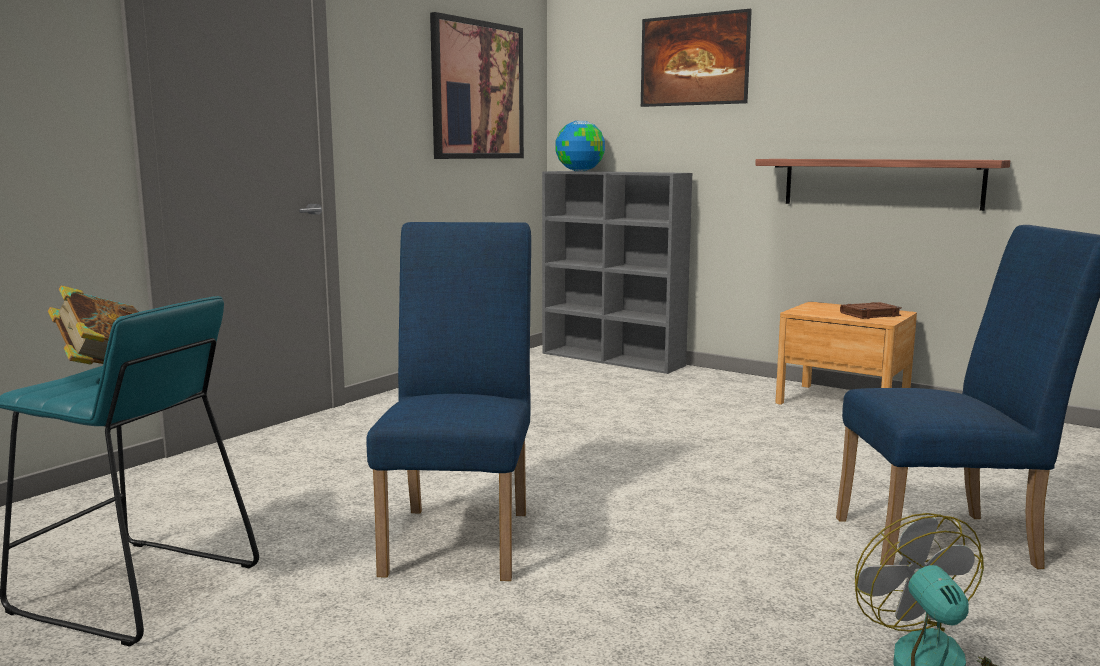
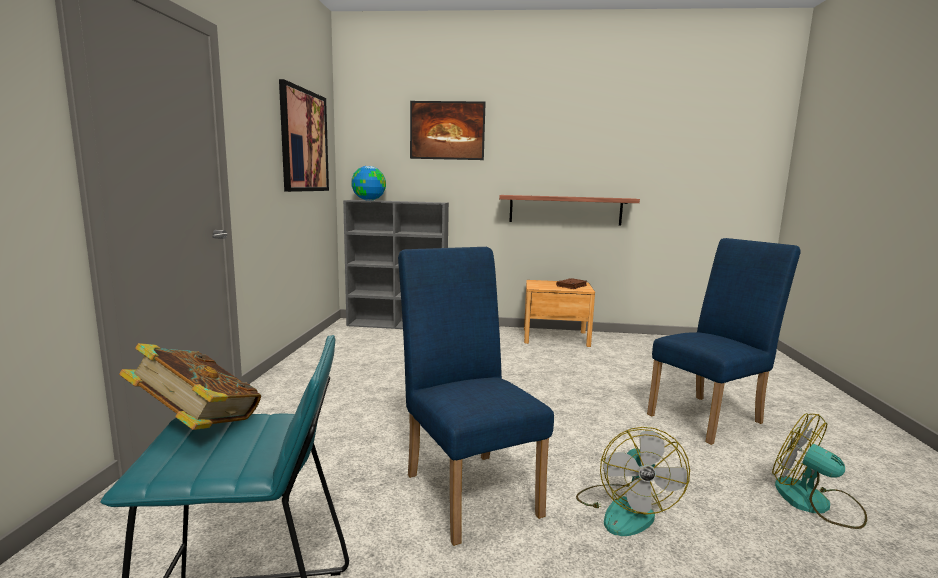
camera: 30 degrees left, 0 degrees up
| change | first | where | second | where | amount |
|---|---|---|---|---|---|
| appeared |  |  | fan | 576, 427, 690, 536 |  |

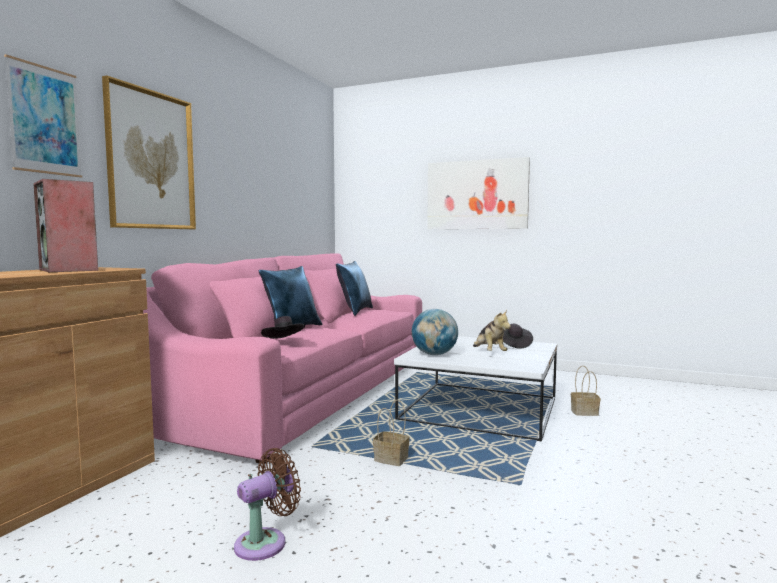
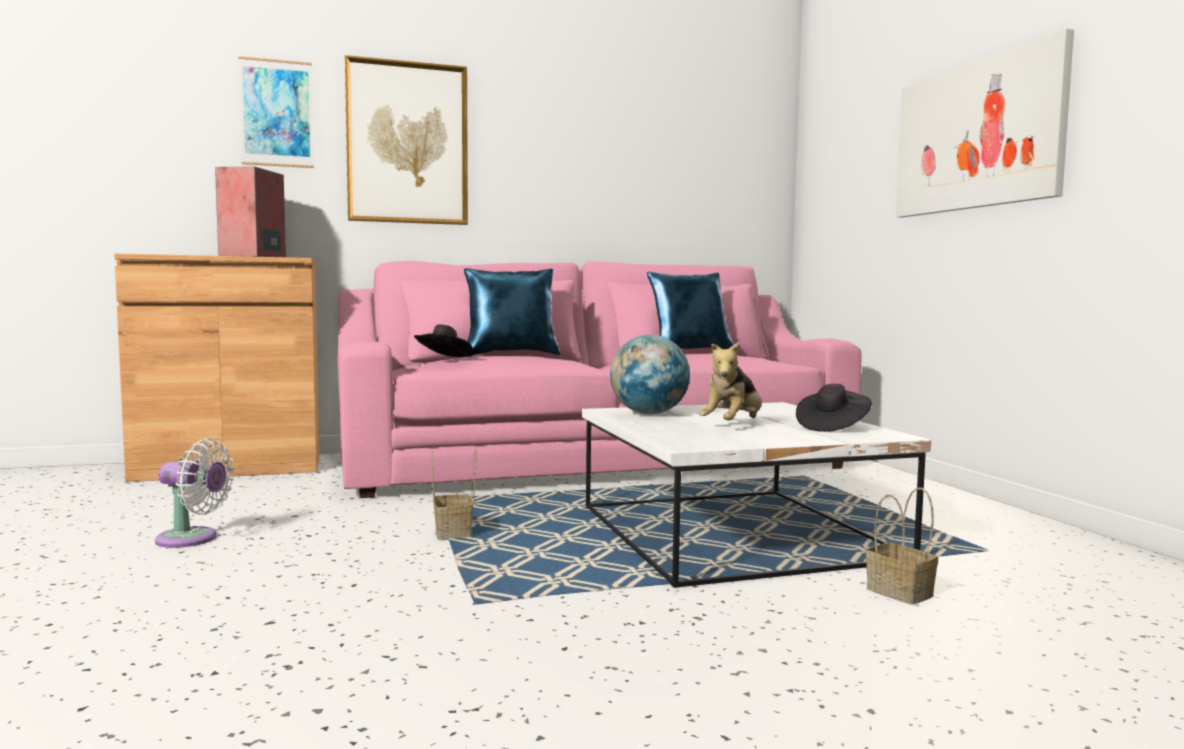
camera: 50 degrees right, 0 degrees up
| change | first | where | second | where | amount |
|---|---|---|---|---|---|
| colour | fan (brown-coloured) | 234, 448, 301, 561 | fan (white-coloured) | 155, 438, 234, 548 |  |

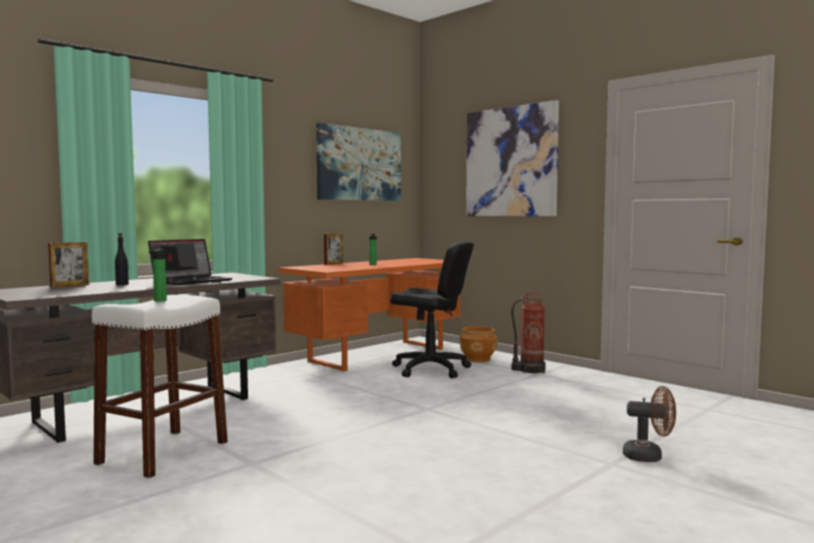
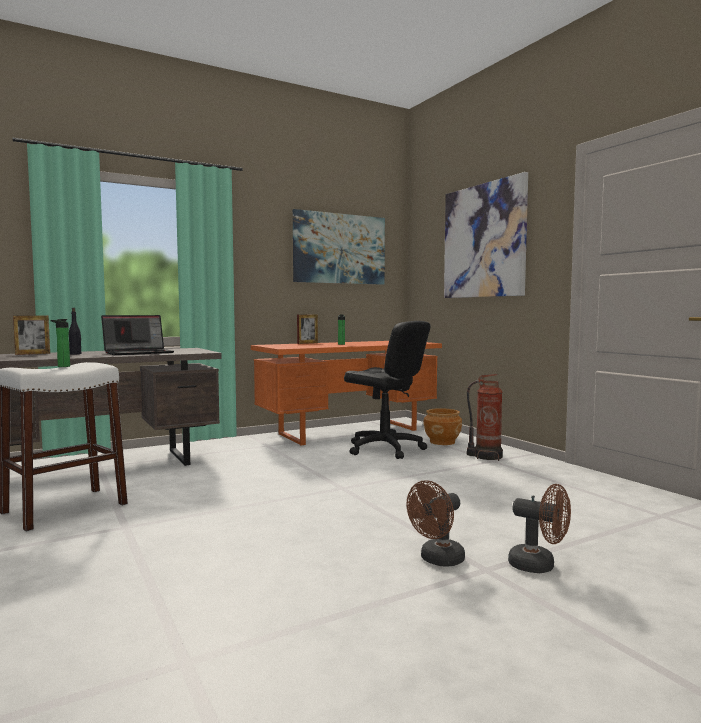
camera: 15 degrees right, 0 degrees up
| change | first | where | second | where | amount |
|---|---|---|---|---|---|
| appeared |  |  | fan (brown-coloured) | 406, 480, 465, 567 |  |

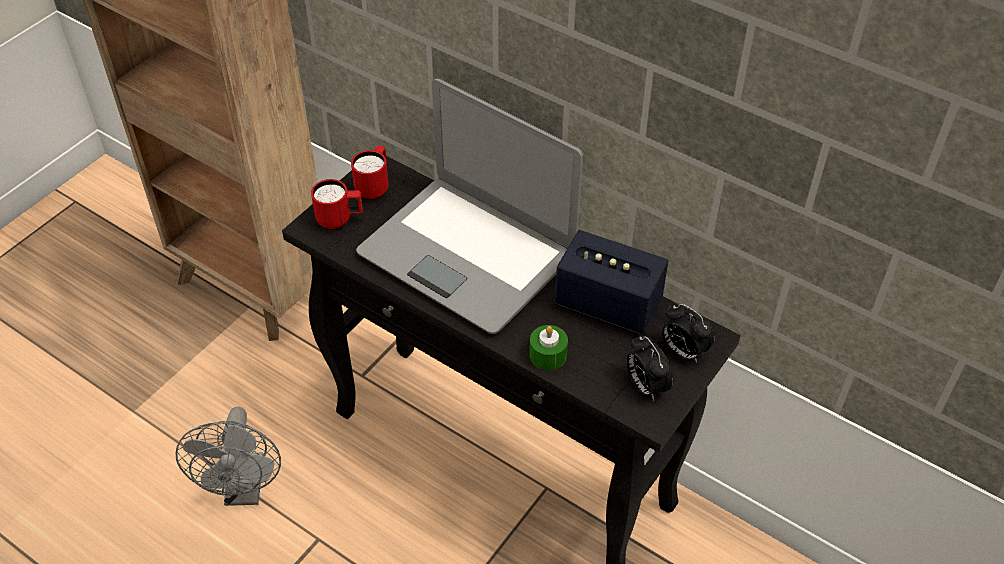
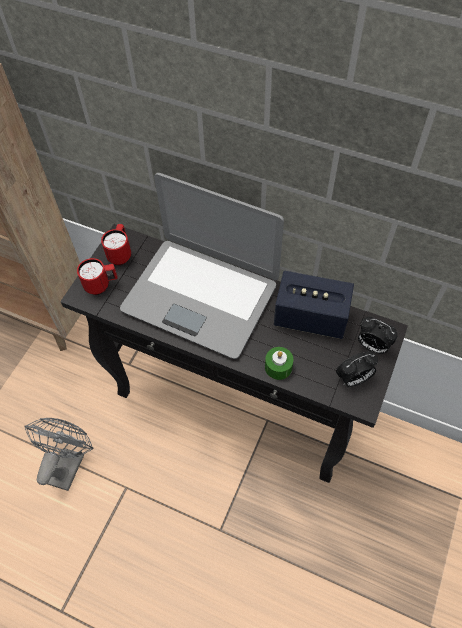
camera: 10 degrees left, 10 degrees up
| change | first | where | second | where | amount |
|---|---|---|---|---|---|
| spun | fan (gray) | 176, 406, 281, 506 |  | 24, 418, 94, 491 | 150 degrees counterclockwise |
| spun | table clock | 627, 336, 673, 401 |  | 336, 351, 378, 387 | 75 degrees counterclockwise |

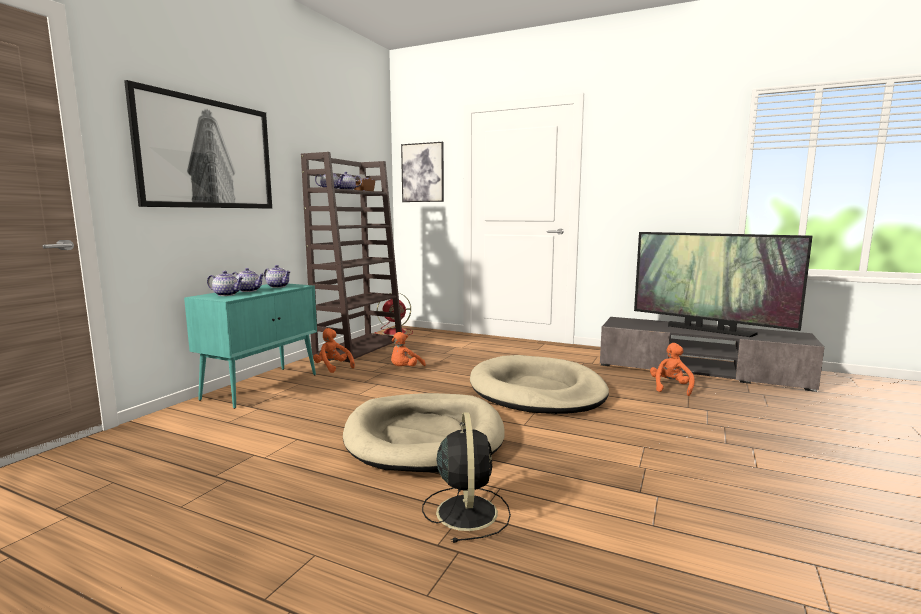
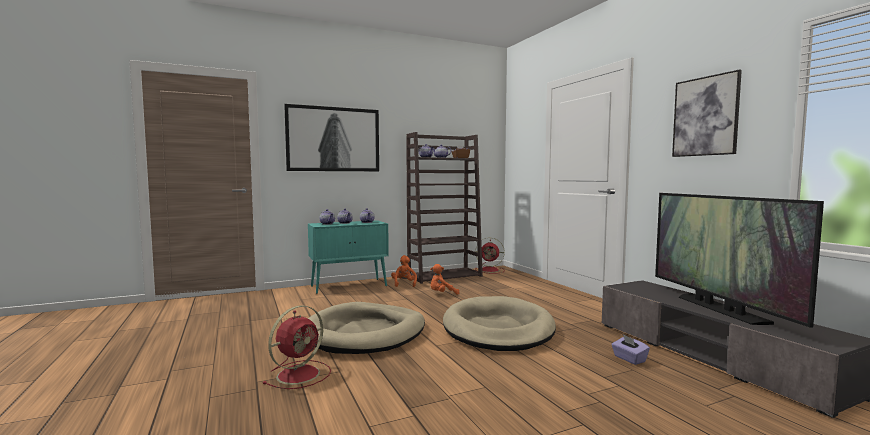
camera: 40 degrees right, 5 degrees down
| change | first | where | second | where | amount |
|---|---|---|---|---|---|
| relocated | picture | 401, 142, 444, 202 |  | 672, 69, 742, 157 |  |
| colour | fan (black-coloured) | 422, 412, 511, 543 | fan (red) | 262, 305, 331, 389 |  |
| exchanged | plush toy (orange-coloured) | 650, 343, 695, 396 | tissue holder (purplish) | 612, 335, 650, 365 |  |

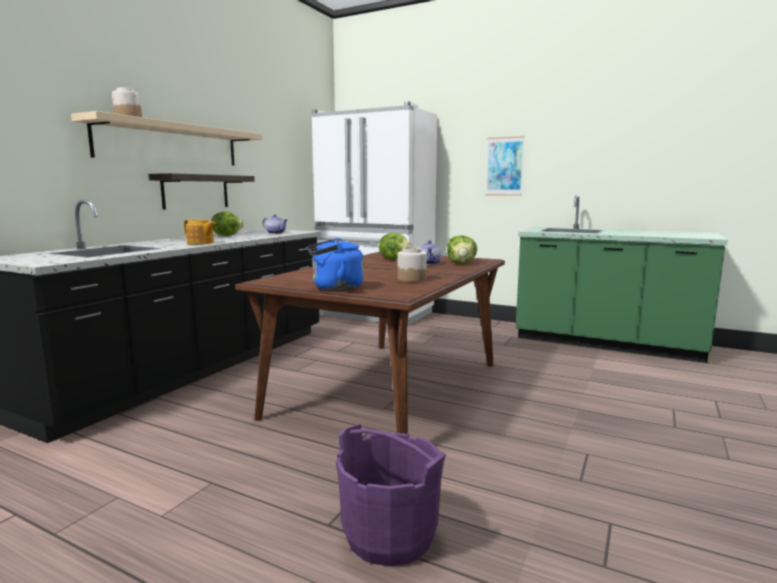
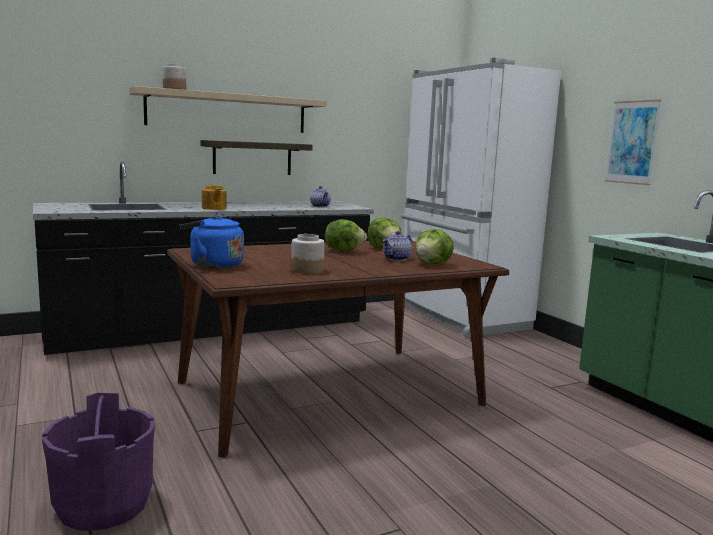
camera: 35 degrees right, 0 degrees up
| change | first | where | second | where | amount |
|---|---|---|---|---|---|
| relocated | lettuce | 211, 211, 244, 236 |  | 325, 219, 367, 252 |  |

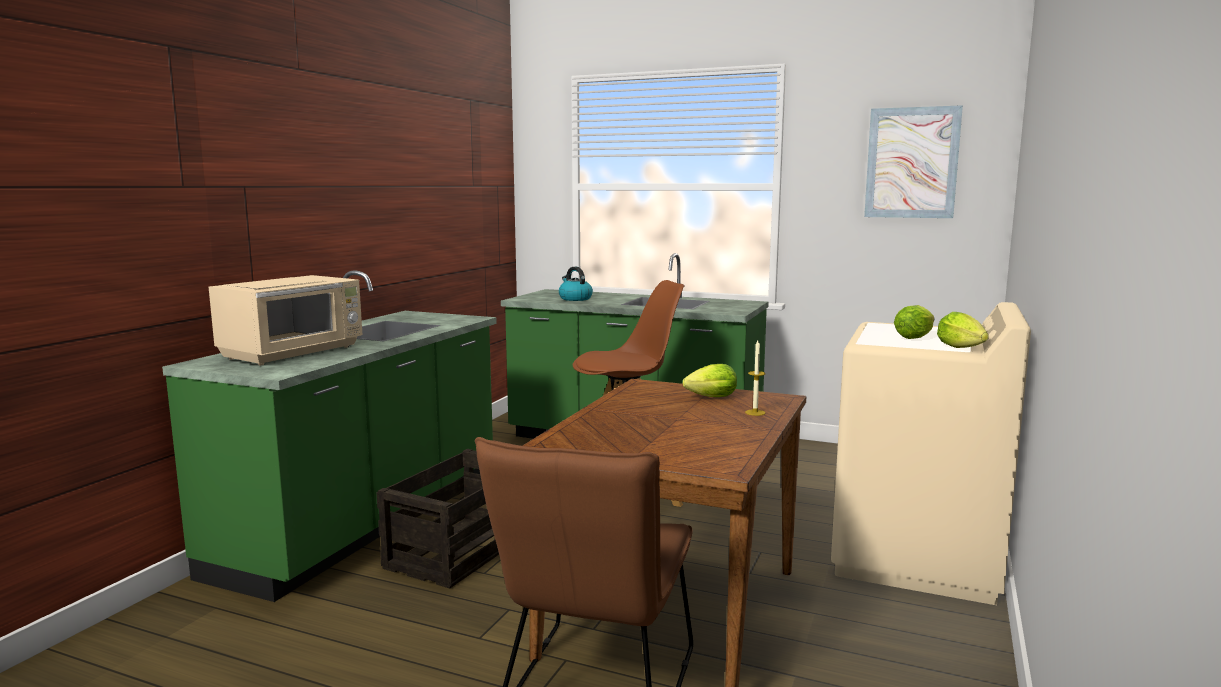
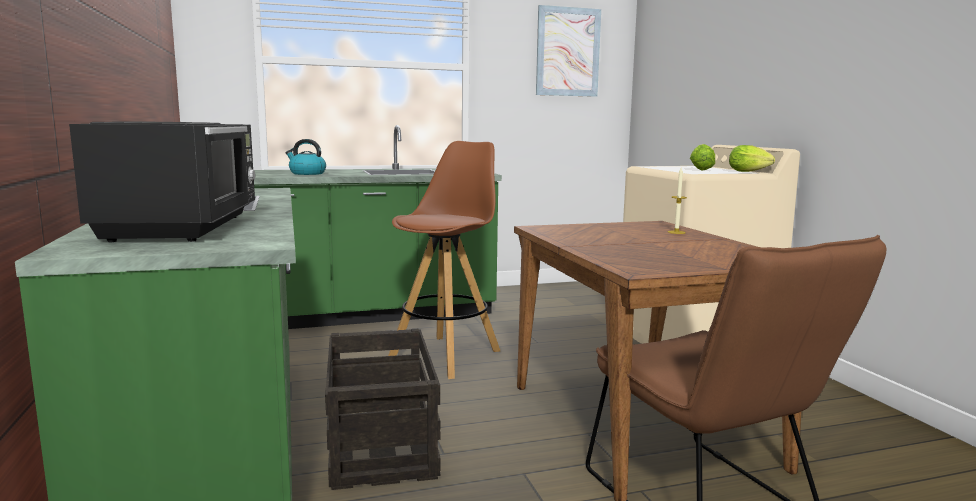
camera: 40 degrees left, 0 degrees up
| change | first | where | second | where | amount |
|---|---|---|---|---|---|
| colour | microwave (beige-coloured) | 209, 275, 363, 365 | microwave (black-coloured) | 69, 121, 255, 242 |  |
| missing | lettuce | 683, 364, 737, 397 |  |  |  |

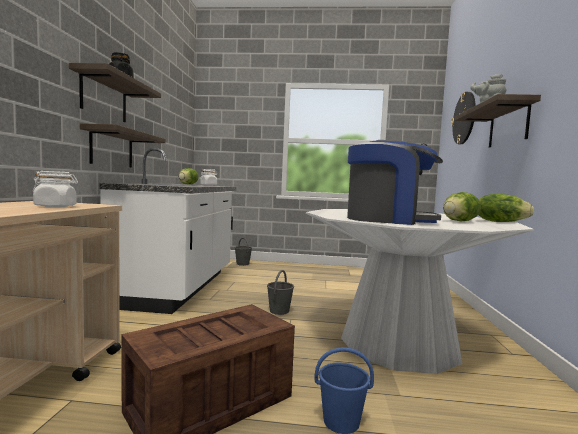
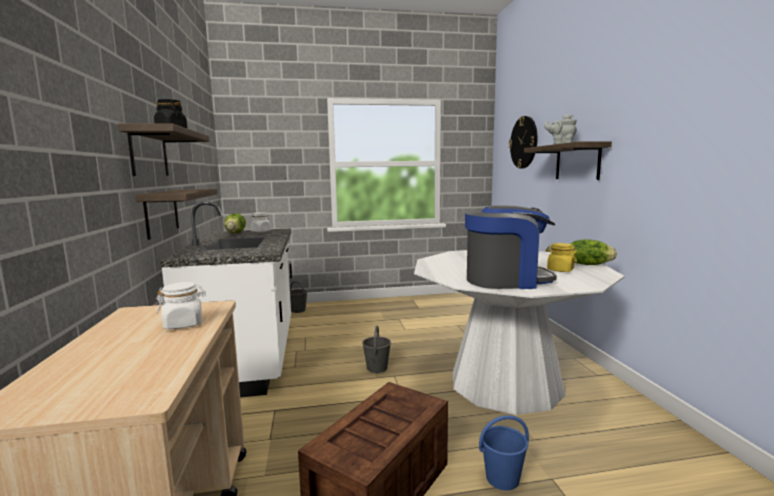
camera: 15 degrees left, 5 degrees up
| change | first | where | second | where | amount |
|---|---|---|---|---|---|
| exchanged | lettuce | 443, 192, 481, 222 | storage jar (yellowish) | 546, 243, 577, 272 |  |

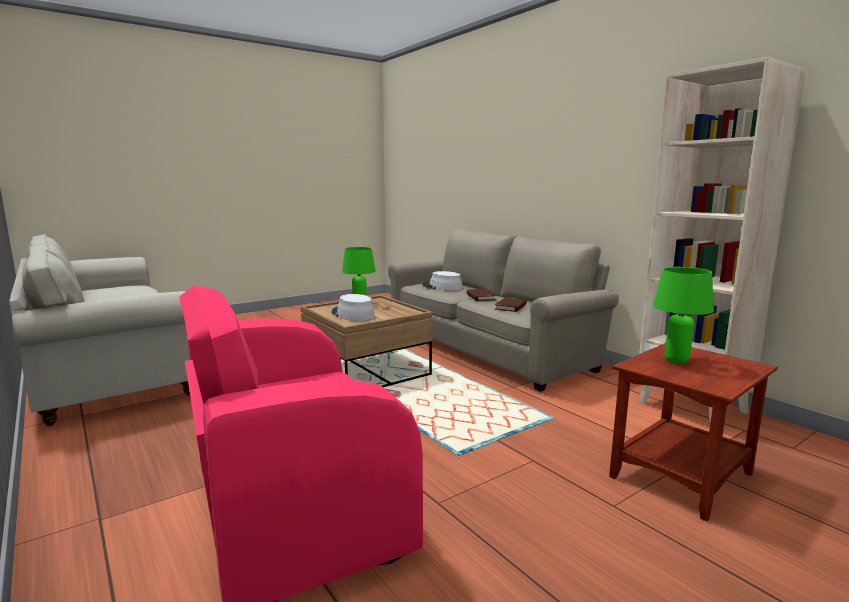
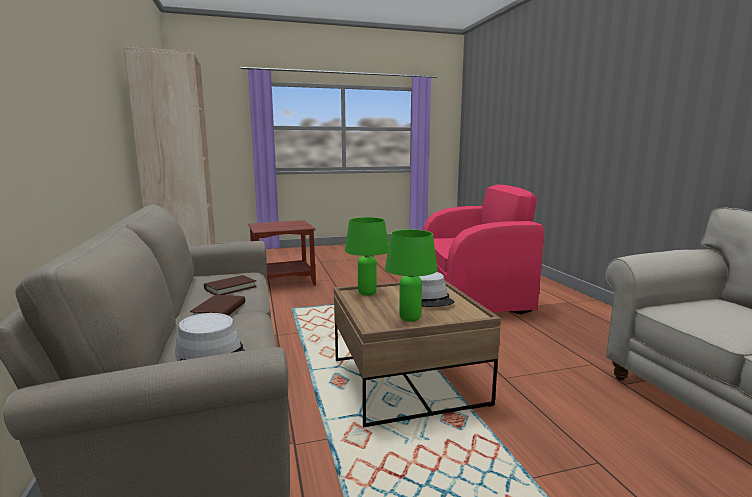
camera: 160 degrees left, 0 degrees up
| change | first | where | second | where | amount |
|---|---|---|---|---|---|
| relocated | tabletop lamp (greenish) | 653, 267, 714, 364 |  | 345, 217, 389, 295 |  |

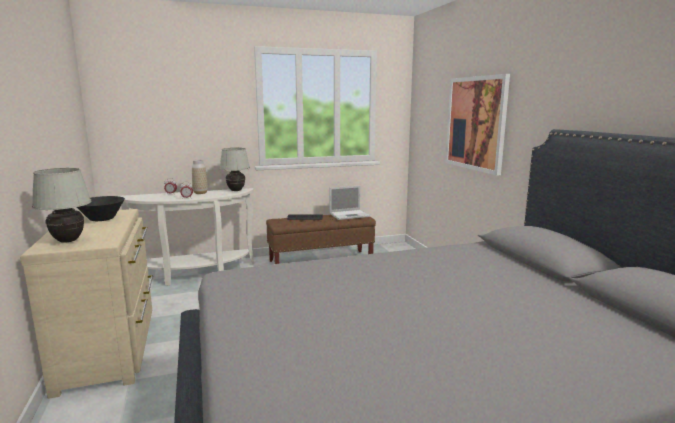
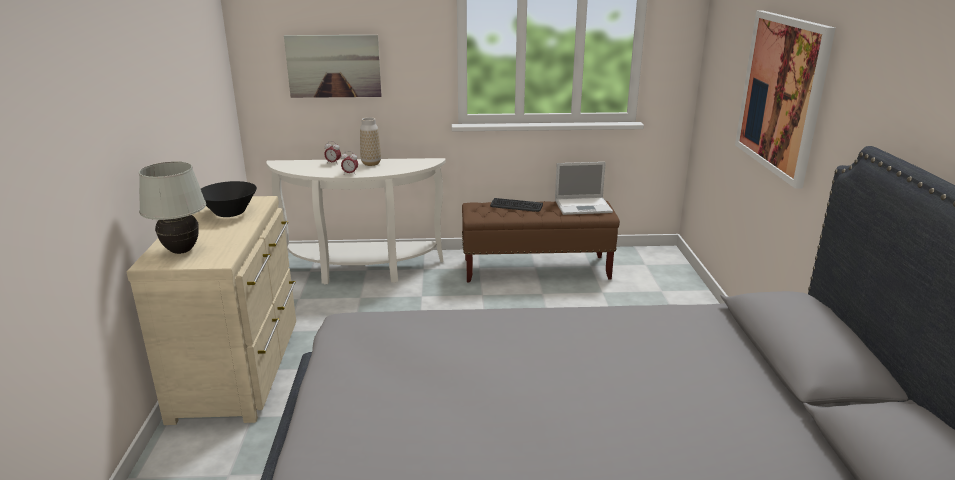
camera: 15 degrees right, 10 degrees up
| change | first | where | second | where | amount |
|---|---|---|---|---|---|
| missing | tabletop lamp (white-coloured) | 220, 148, 250, 191 |  |  |  |
| appeared |  |  | picture | 284, 35, 382, 98 |  |

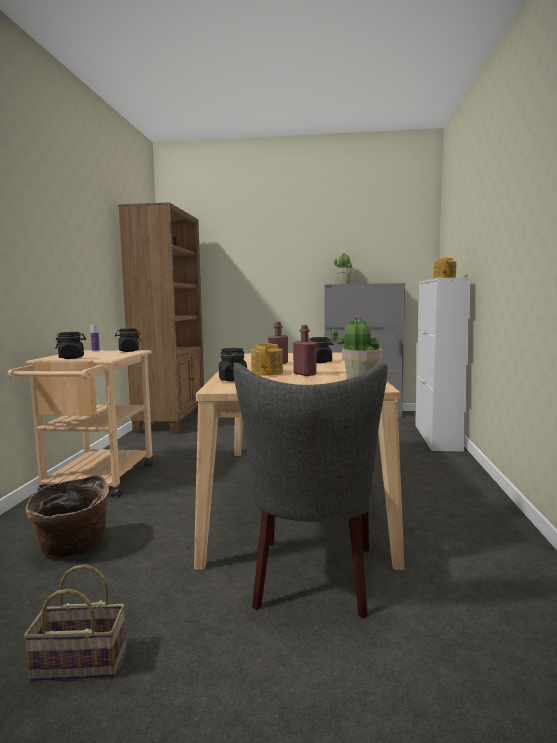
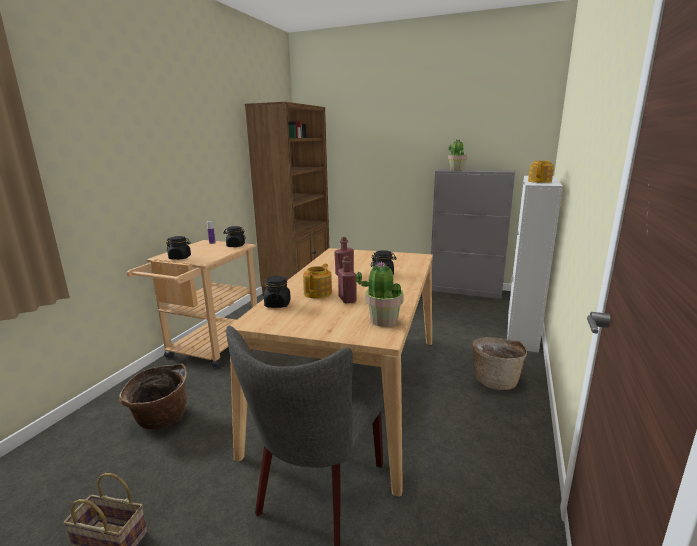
camera: 15 degrees right, 10 degrees up
| change | first | where | second | where | amount |
|---|---|---|---|---|---|
| appeared |  |  | household basket | 472, 337, 527, 390 |  |

